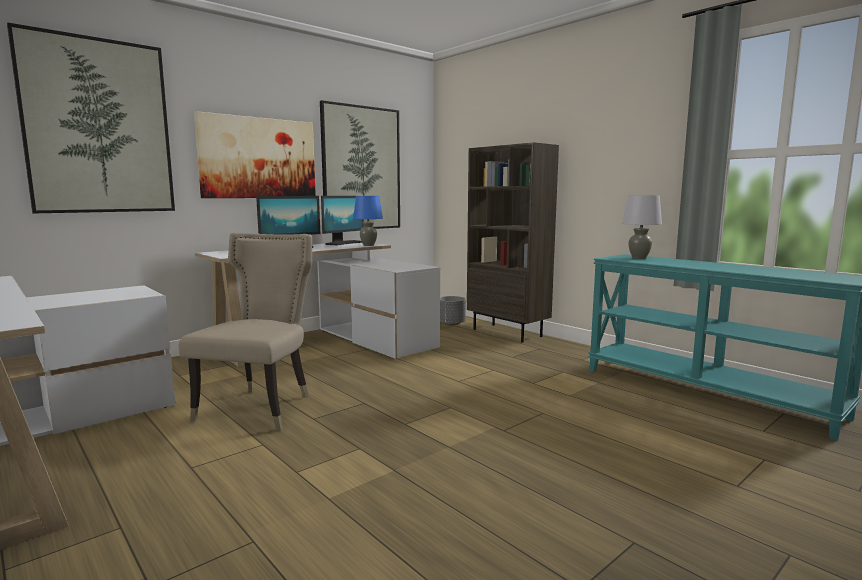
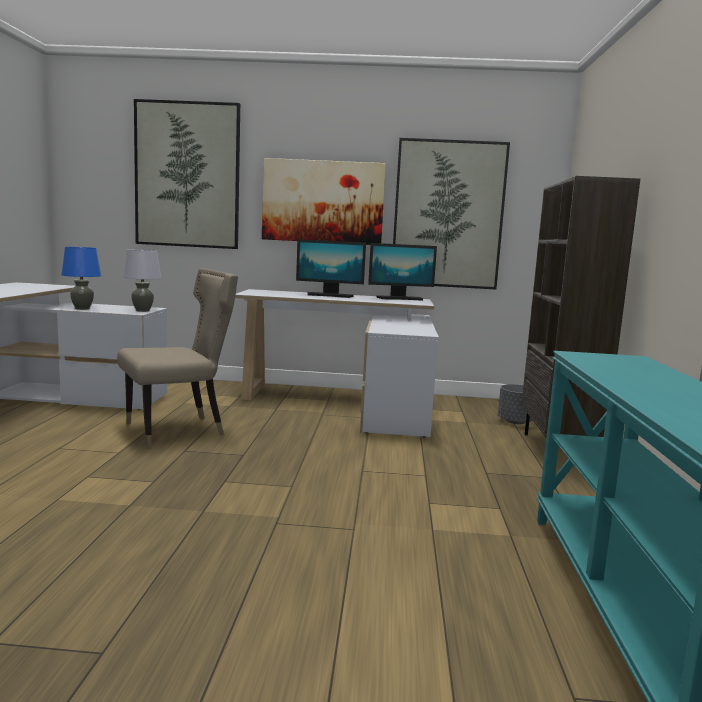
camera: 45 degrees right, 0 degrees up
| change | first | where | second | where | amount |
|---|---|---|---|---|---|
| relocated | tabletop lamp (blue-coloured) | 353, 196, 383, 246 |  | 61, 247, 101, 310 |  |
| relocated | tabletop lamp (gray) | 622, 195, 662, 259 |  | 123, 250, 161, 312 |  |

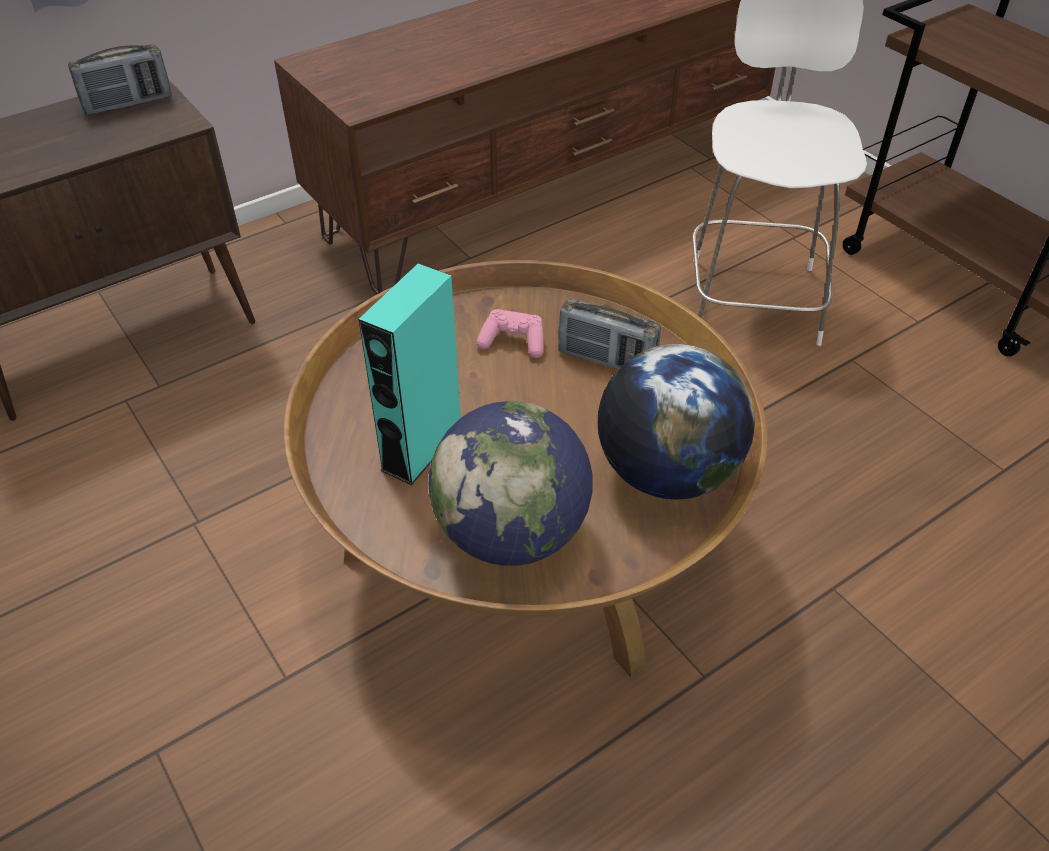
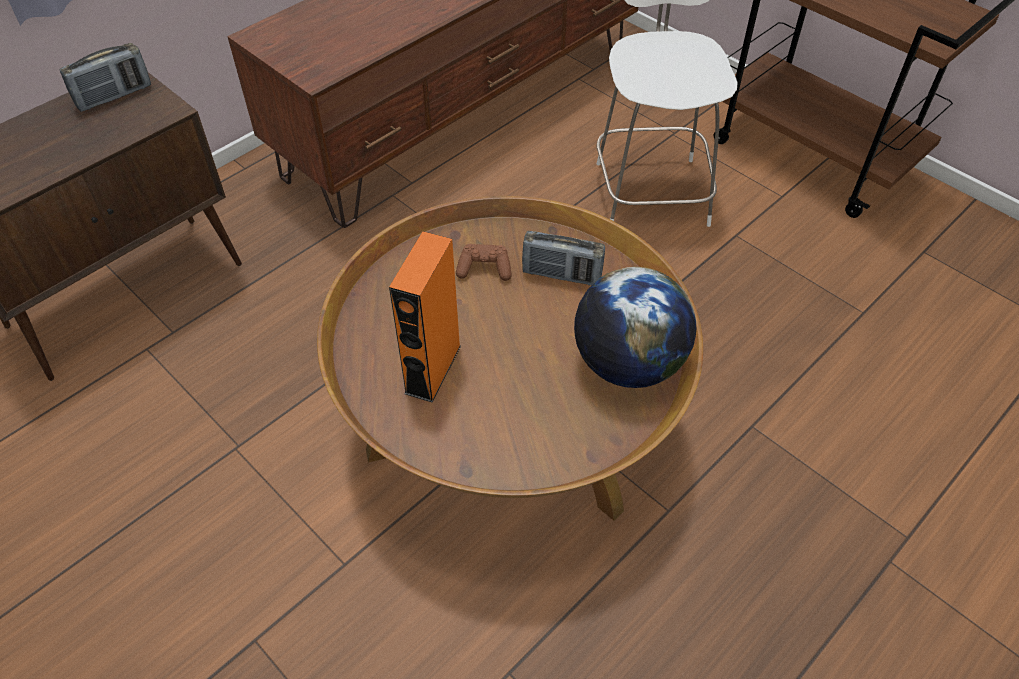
camera: 10 degrees left, 5 degrees up
| change | first | where | second | where | amount |
|---|---|---|---|---|---|
| colour | audio speaker (turquoise) | 358, 263, 461, 485 | audio speaker (orange-coloured) | 389, 231, 461, 403 |  |
| missing | world globe | 429, 401, 593, 566 |  |  |  |
| colour | joypad (pink) | 476, 309, 544, 358 | joypad (brown-coloured) | 456, 244, 512, 281 |  |

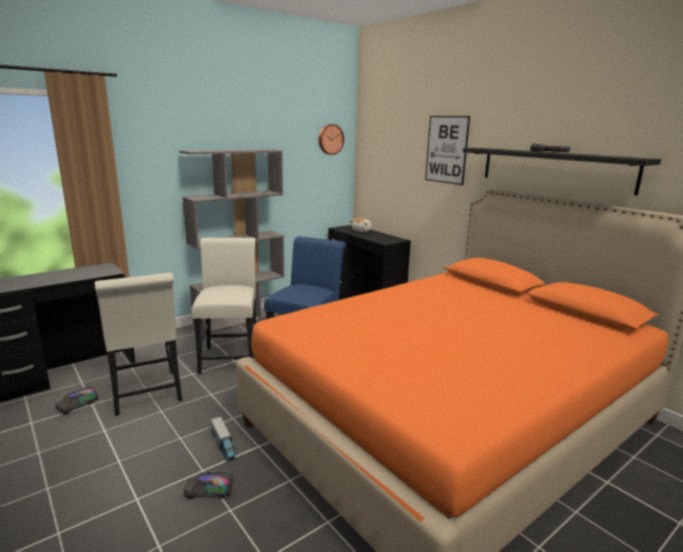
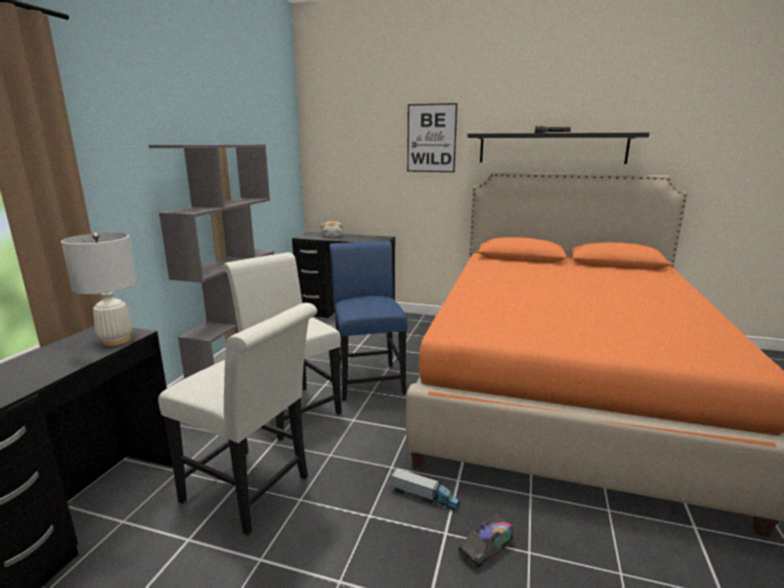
camera: 35 degrees left, 0 degrees up
| change | first | where | second | where | amount |
|---|---|---|---|---|---|
| missing | model truck | 55, 386, 99, 415 |  |  |  |
| missing | wall clock | 319, 124, 344, 155 |  |  |  |
| appeared |  |  | tabletop lamp (white-coloured) | 61, 233, 137, 346 |  |

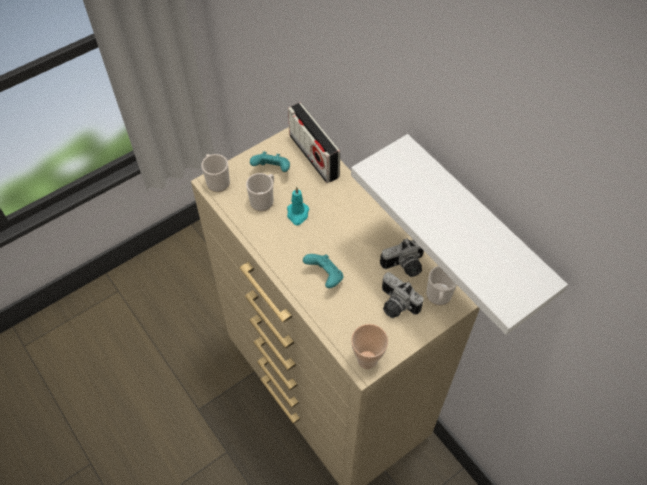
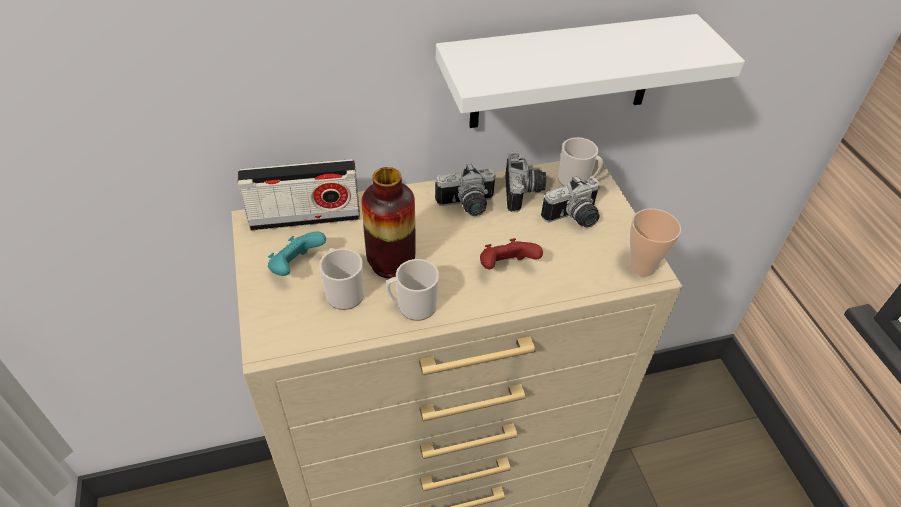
camera: 70 degrees left, 10 degrees down
| change | first | where | second | where | amount |
|---|---|---|---|---|---|
| relocated | mug | 201, 154, 230, 192 |  | 386, 259, 439, 321 |  |
| exchanged | wax light (turquoise) | 287, 187, 309, 225 | vase | 361, 167, 416, 279 |  |
| colour | joypad (turquoise) | 303, 254, 343, 288 | joypad (red) | 480, 238, 543, 269 |  |
| appeared |  |  | still camera | 435, 164, 496, 216 |  |

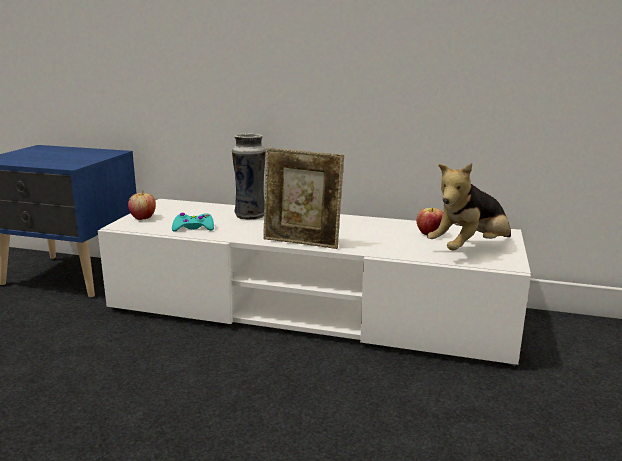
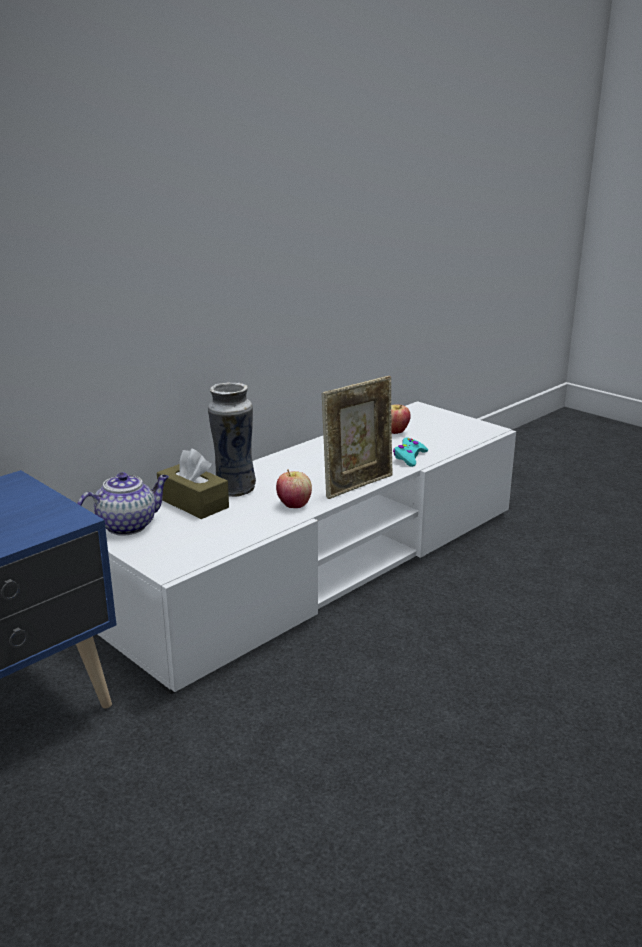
camera: 60 degrees left, 5 degrees up
| change | first | where | second | where | amount |
|---|---|---|---|---|---|
| relocated | whole apple | 128, 190, 156, 220 |  | 276, 469, 312, 508 |  |
| relocated | joypad (turquoise) | 172, 213, 214, 232 |  | 393, 438, 428, 467 |  |
| missing | plush toy | 427, 163, 511, 251 |  |  |  |
| appeared |  |  | tea pot | 77, 472, 169, 536 |  |
| appeared |  |  | tissue holder (brown-coloured) | 157, 448, 229, 519 |  |

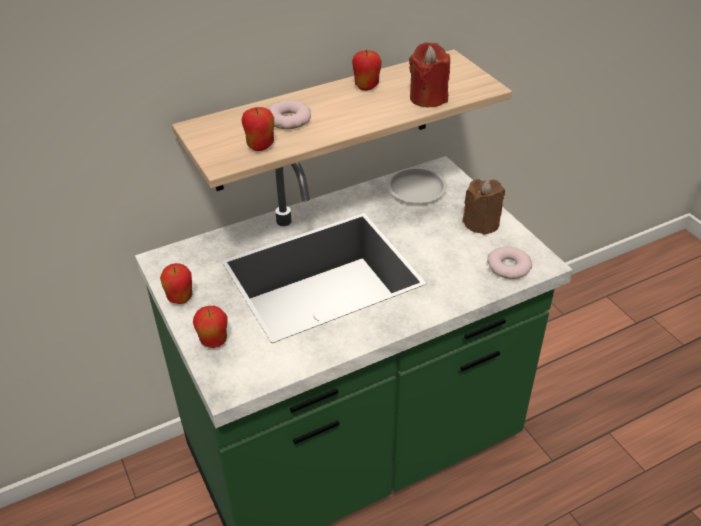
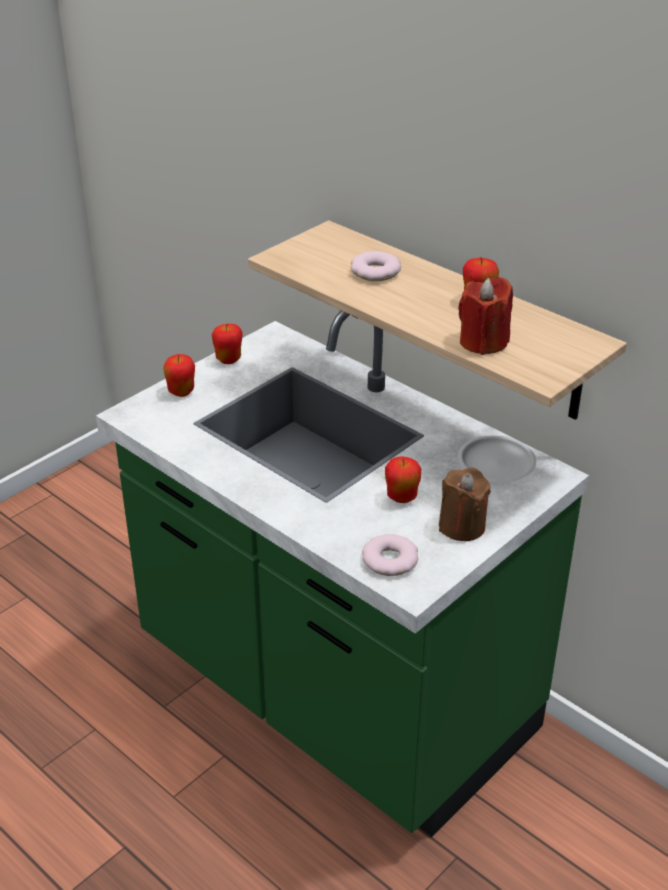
camera: 70 degrees right, 5 degrees down
| change | first | where | second | where | amount |
|---|---|---|---|---|---|
| relocated | whole apple | 241, 107, 274, 151 |  | 385, 456, 421, 503 |  |

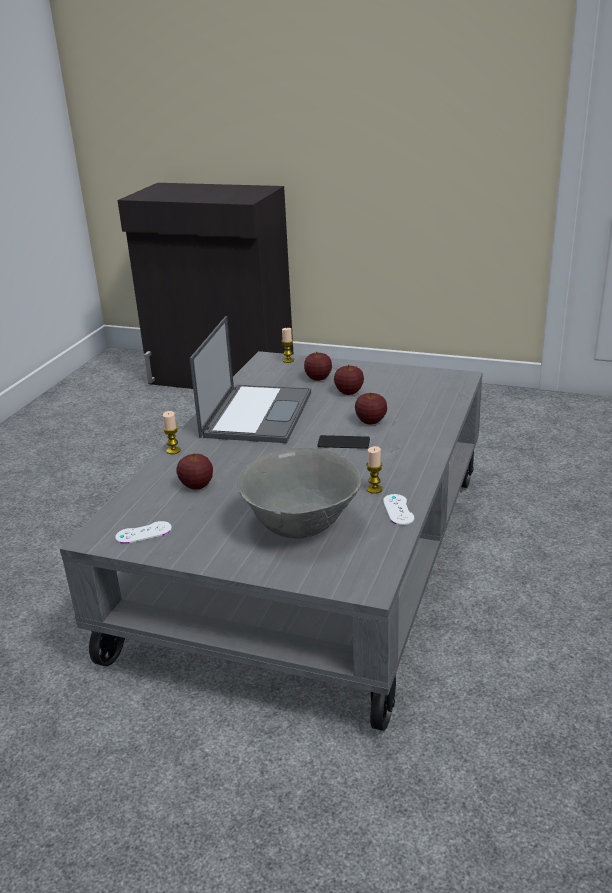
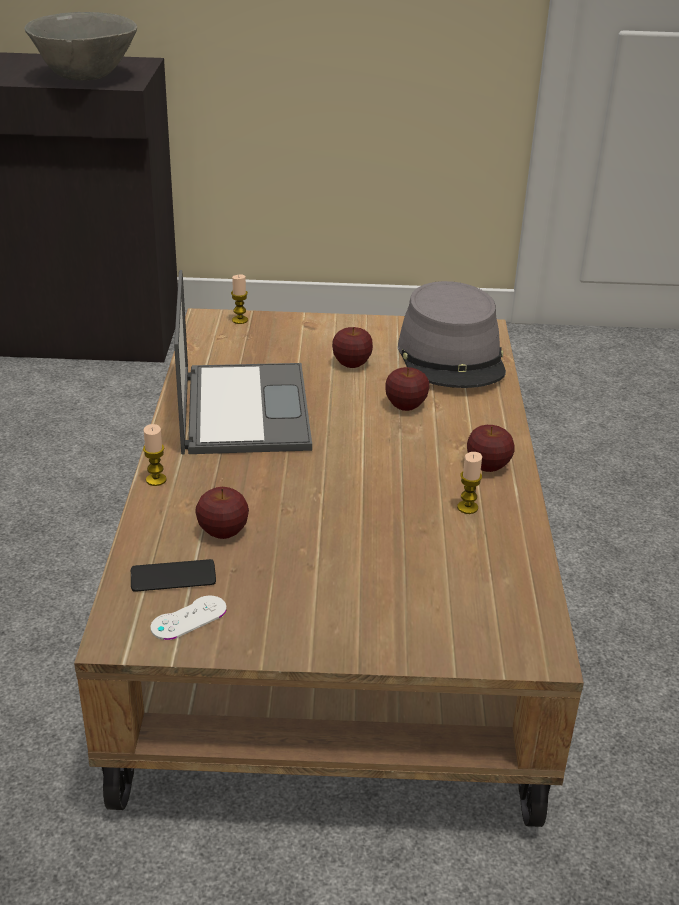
camera: 20 degrees left, 5 degrees up
| change | first | where | second | where | amount |
|---|---|---|---|---|---|
| colour | lounge table (gray) | 60, 351, 483, 731 | lounge table (brown-coloured) | 74, 308, 584, 827 |  |
| relocated | serving bowl (gray) | 237, 448, 361, 539 |  | 24, 12, 137, 81 |  |
| relocated | whole apple | 304, 352, 332, 381 |  | 467, 425, 514, 472 |  |
| relocated | phone | 317, 435, 370, 449 |  | 131, 559, 216, 592 |  |
| missing | joypad (white-coloured) | 383, 494, 414, 525 |  |  |  |
| appeared |  |  | hat (gray) | 398, 281, 506, 388 |  |

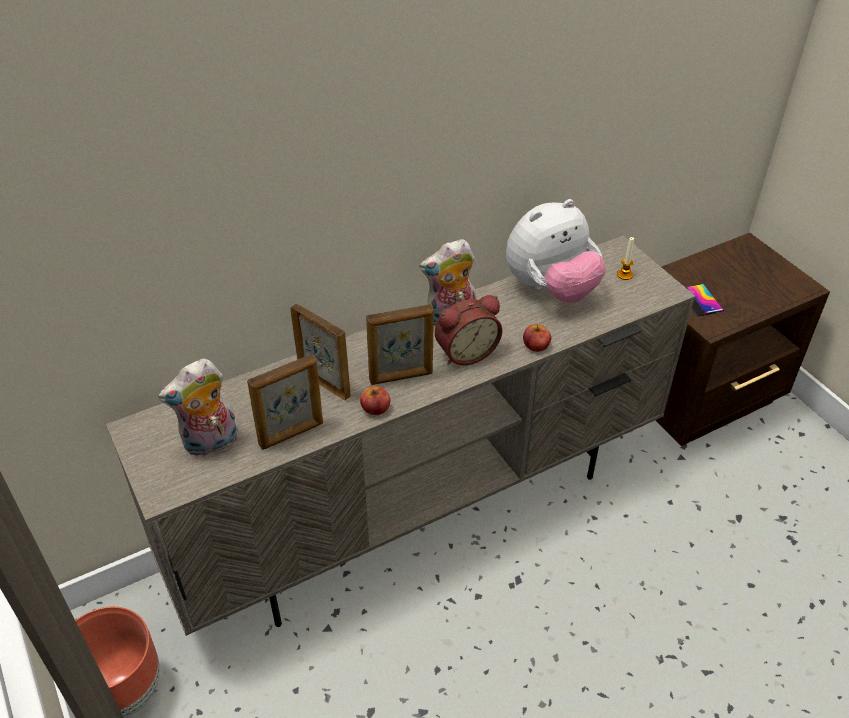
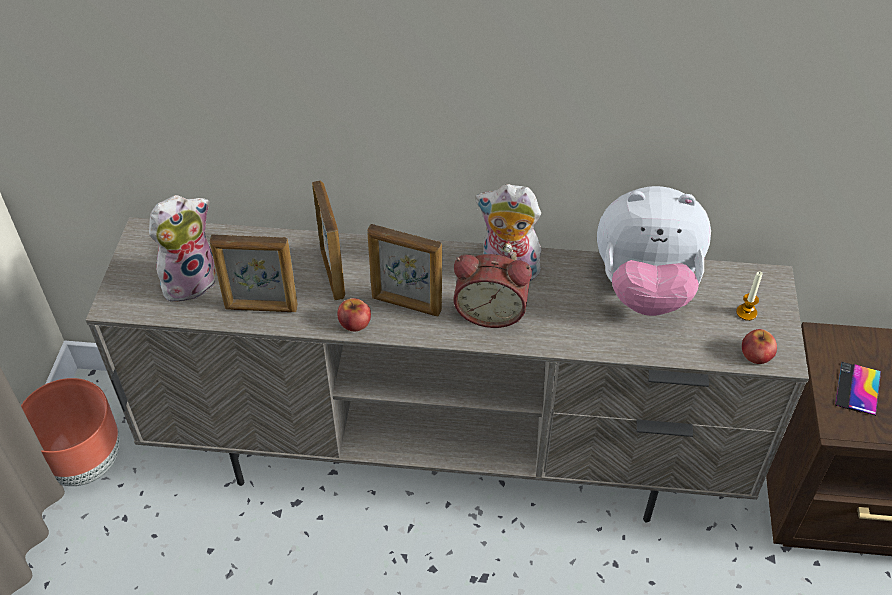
camera: 35 degrees right, 5 degrees up
| change | first | where | second | where | amount |
|---|---|---|---|---|---|
| spun | plush toy | 158, 359, 238, 456 |  | 149, 195, 217, 302 | 135 degrees clockwise |
| relocated | whole apple | 523, 324, 551, 352 |  | 742, 329, 777, 364 |  |

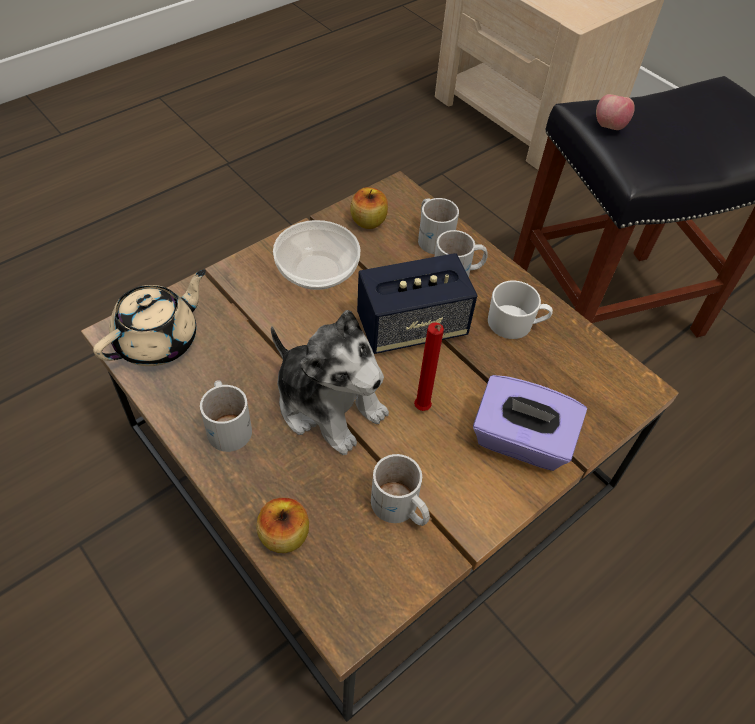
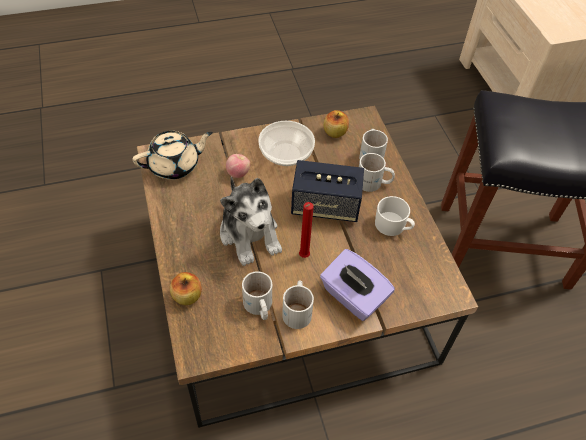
camera: 25 degrees right, 0 degrees up
| change | first | where | second | where | amount |
|---|---|---|---|---|---|
| relocated | mug (white-coloured) | 200, 380, 252, 452 |  | 282, 281, 314, 329 |  |
| relocated | whole apple | 596, 94, 635, 130 |  | 226, 154, 250, 178 |  |

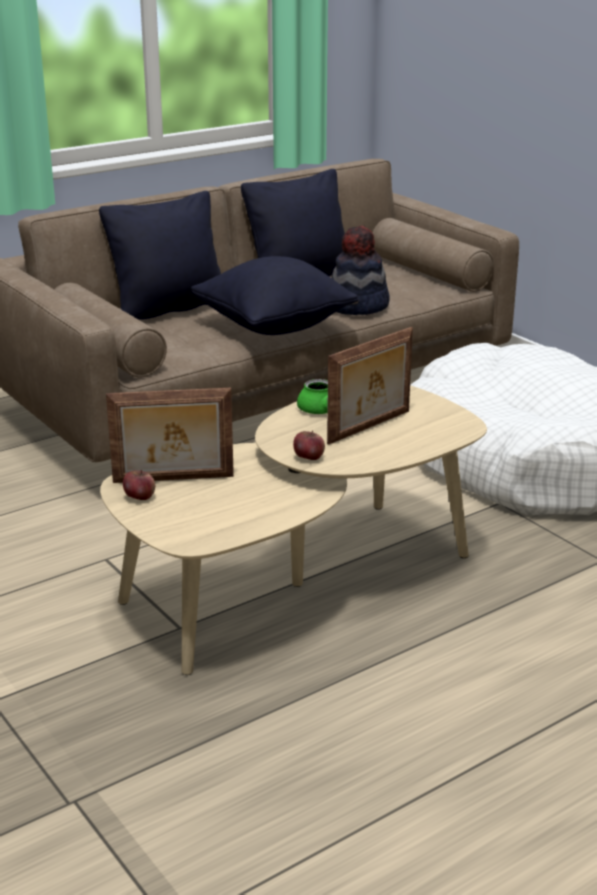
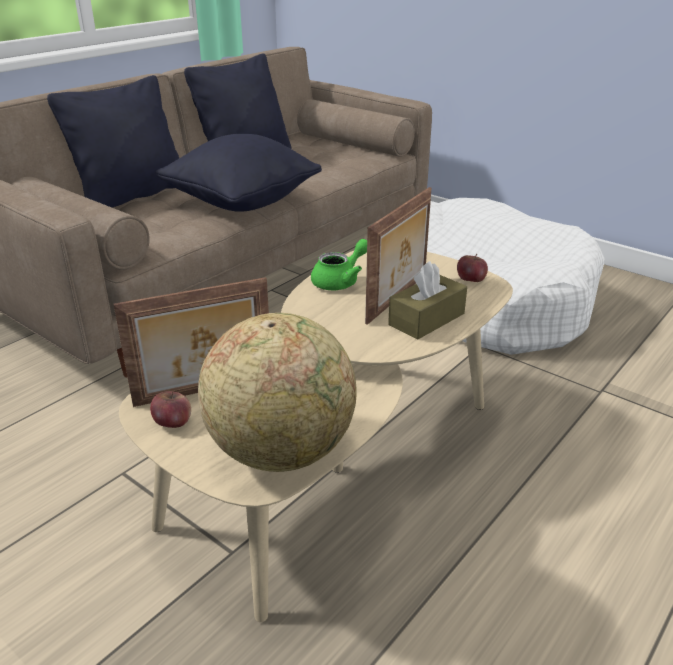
camera: 15 degrees left, 5 degrees up
| change | first | where | second | where | amount |
|---|---|---|---|---|---|
| relocated | whole apple | 293, 430, 325, 460 |  | 457, 254, 488, 282 |  |
| missing | hat | 331, 226, 390, 315 |  |  |  |
| appeared |  |  | world globe | 198, 313, 357, 472 |  |
| appeared |  |  | tissue holder (brown-coloured) | 388, 261, 467, 340 |  |

